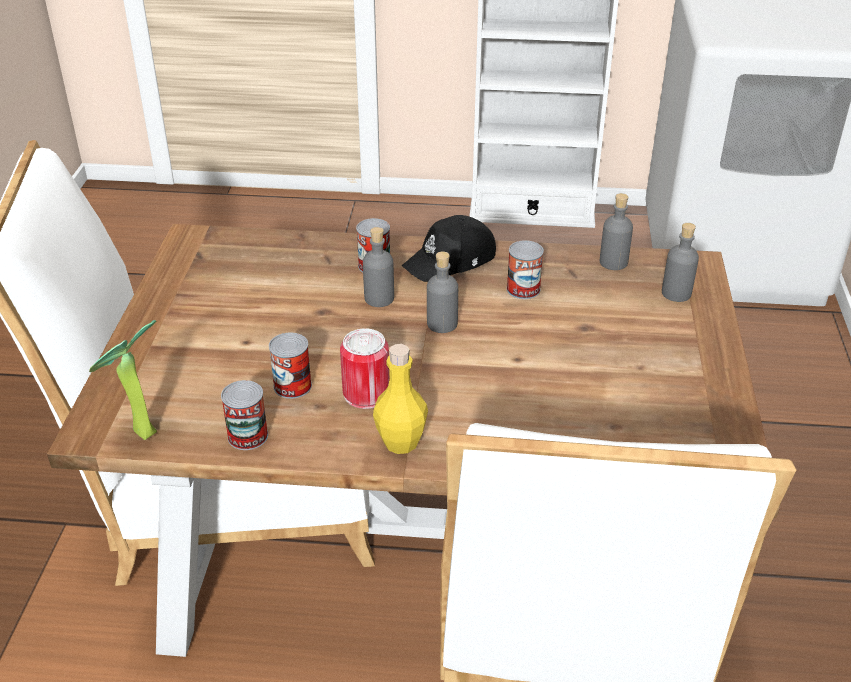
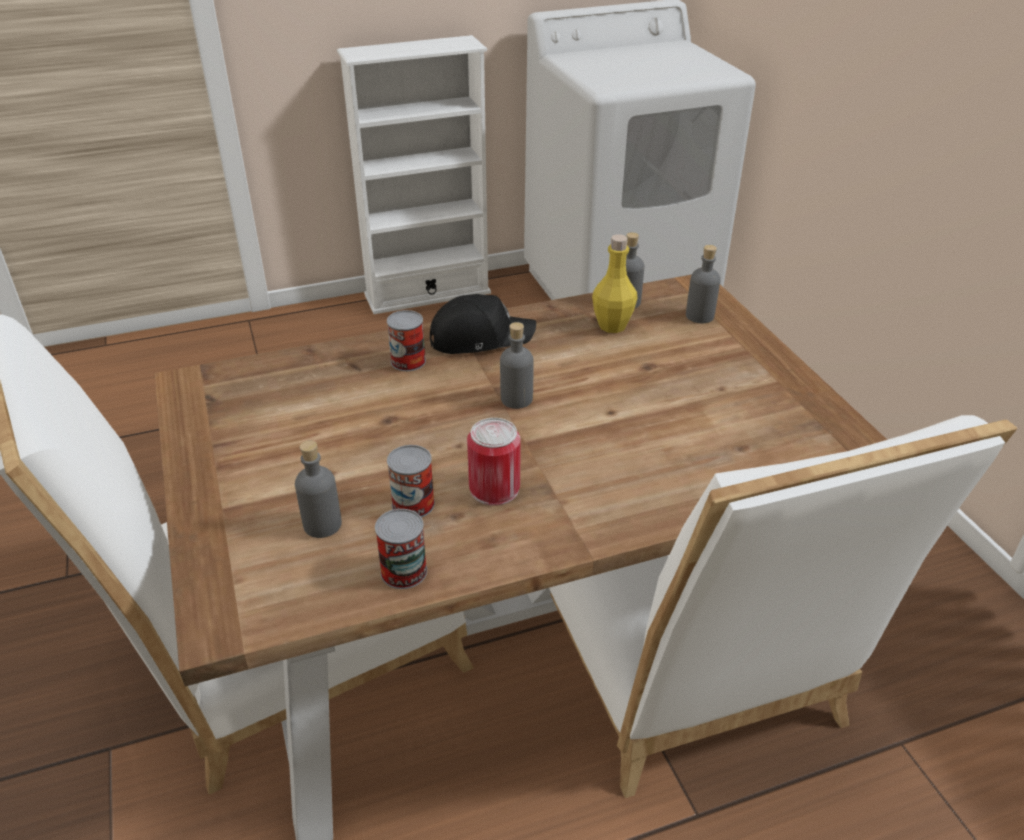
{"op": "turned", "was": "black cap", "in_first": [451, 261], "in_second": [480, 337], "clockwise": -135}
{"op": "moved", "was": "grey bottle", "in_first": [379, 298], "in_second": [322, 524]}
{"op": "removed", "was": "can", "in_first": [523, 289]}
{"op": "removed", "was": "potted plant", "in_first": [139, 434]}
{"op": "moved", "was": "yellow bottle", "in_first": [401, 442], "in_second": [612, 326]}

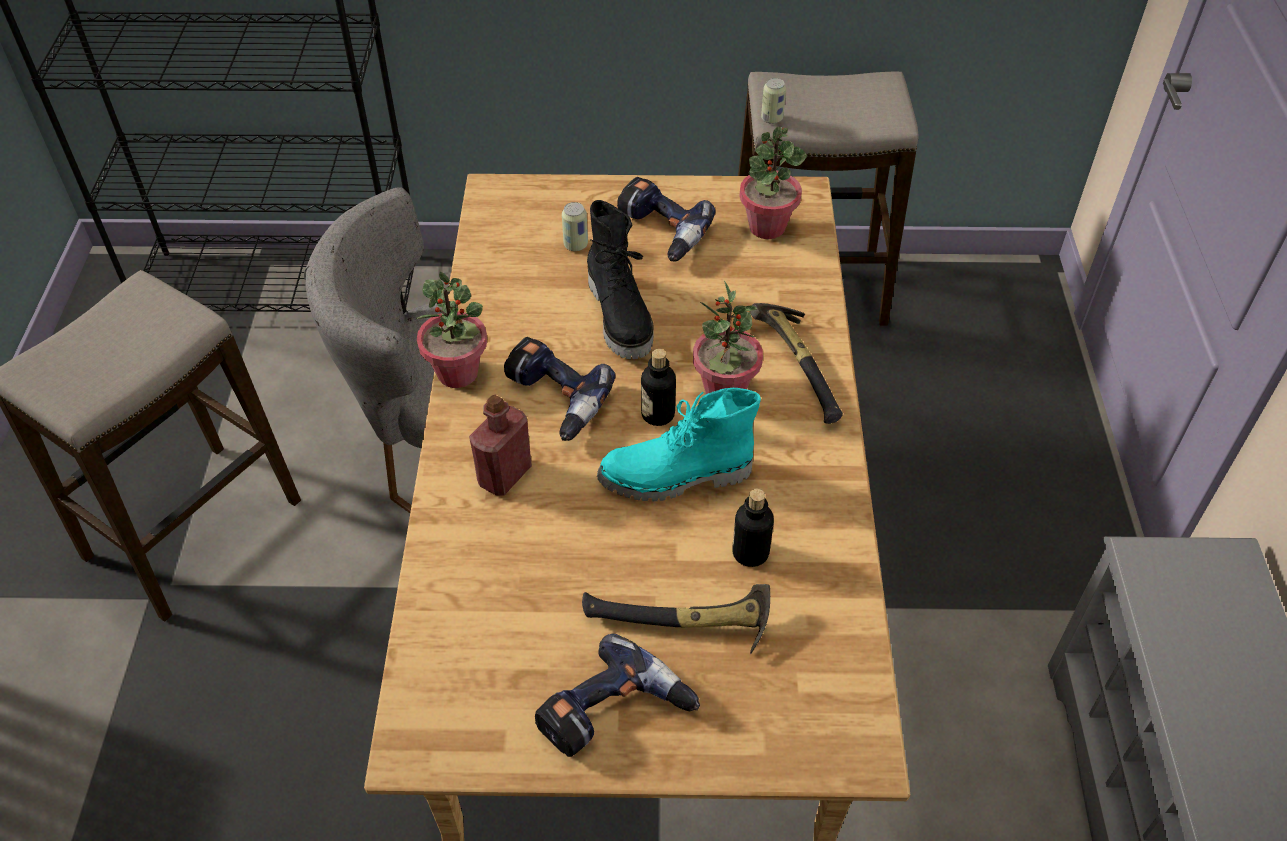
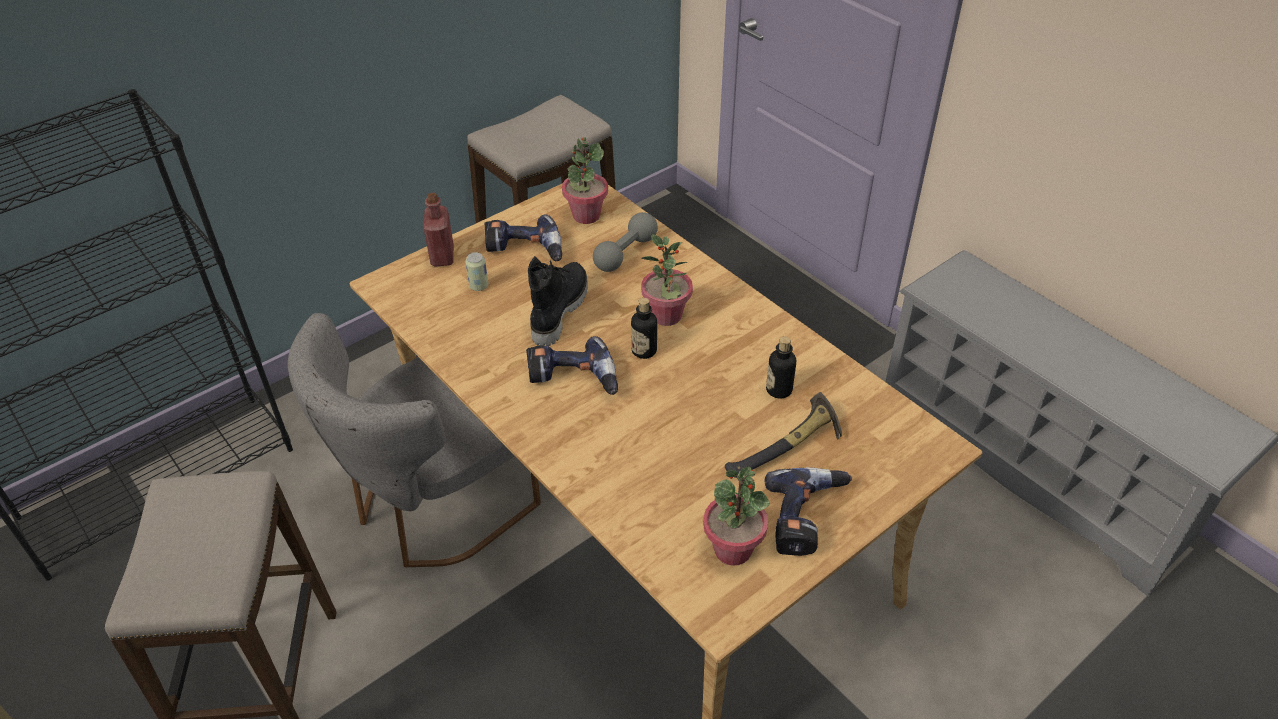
{"op": "removed", "was": "can", "in_first": [772, 118]}
{"op": "turned", "was": "black boot", "in_first": [621, 317], "in_second": [558, 311], "clockwise": -105}
{"op": "moved", "was": "potted plant", "in_first": [458, 373], "in_second": [733, 549]}
{"op": "removed", "was": "hammer", "in_first": [802, 367]}
{"op": "removed", "was": "turquoise boot", "in_first": [676, 478]}
{"op": "moved", "was": "red bottle", "in_first": [504, 475], "in_second": [442, 256]}
{"op": "added", "now": "grey dumbbell", "in_second": [625, 253]}

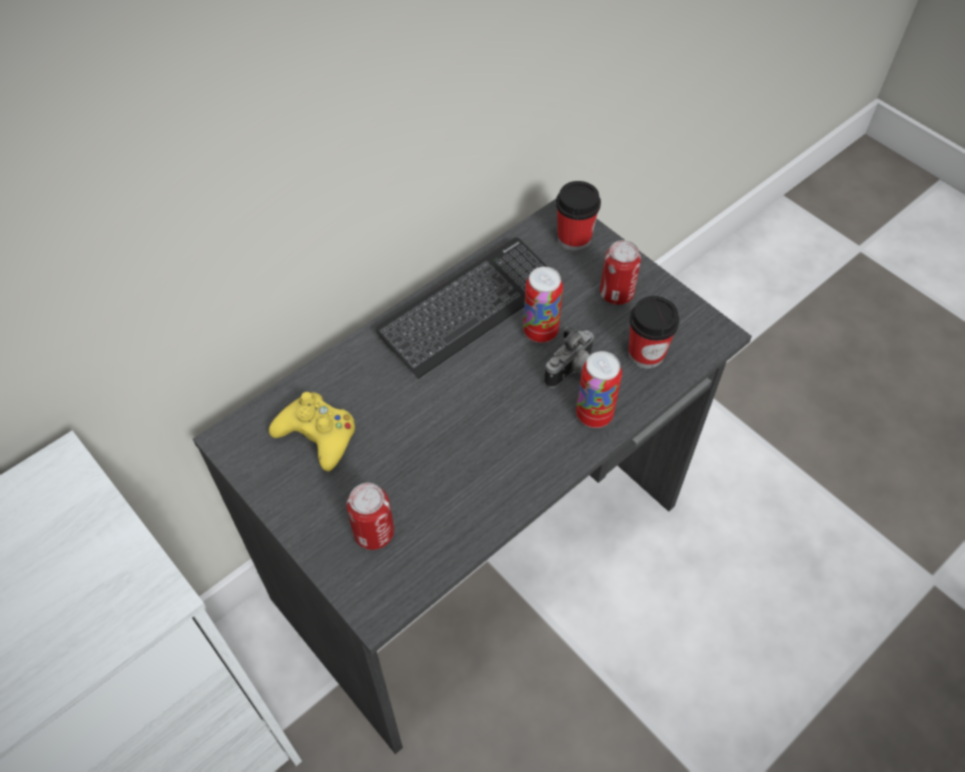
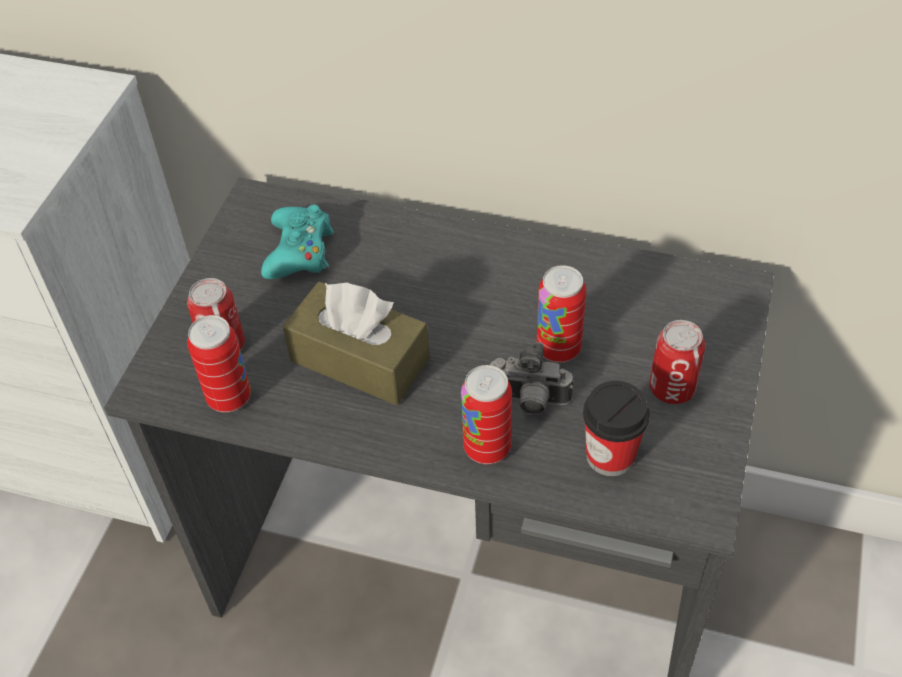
{"op": "removed", "was": "cup", "in_first": [574, 238]}
{"op": "removed", "was": "keyboard", "in_first": [469, 308]}
{"op": "recoloured", "was": "yellow game controller", "now": "turquoise game controller", "in_first": [318, 435], "in_second": [299, 251]}
{"op": "added", "now": "brown tissue box", "in_second": [359, 359]}
{"op": "added", "now": "can", "in_second": [229, 397]}

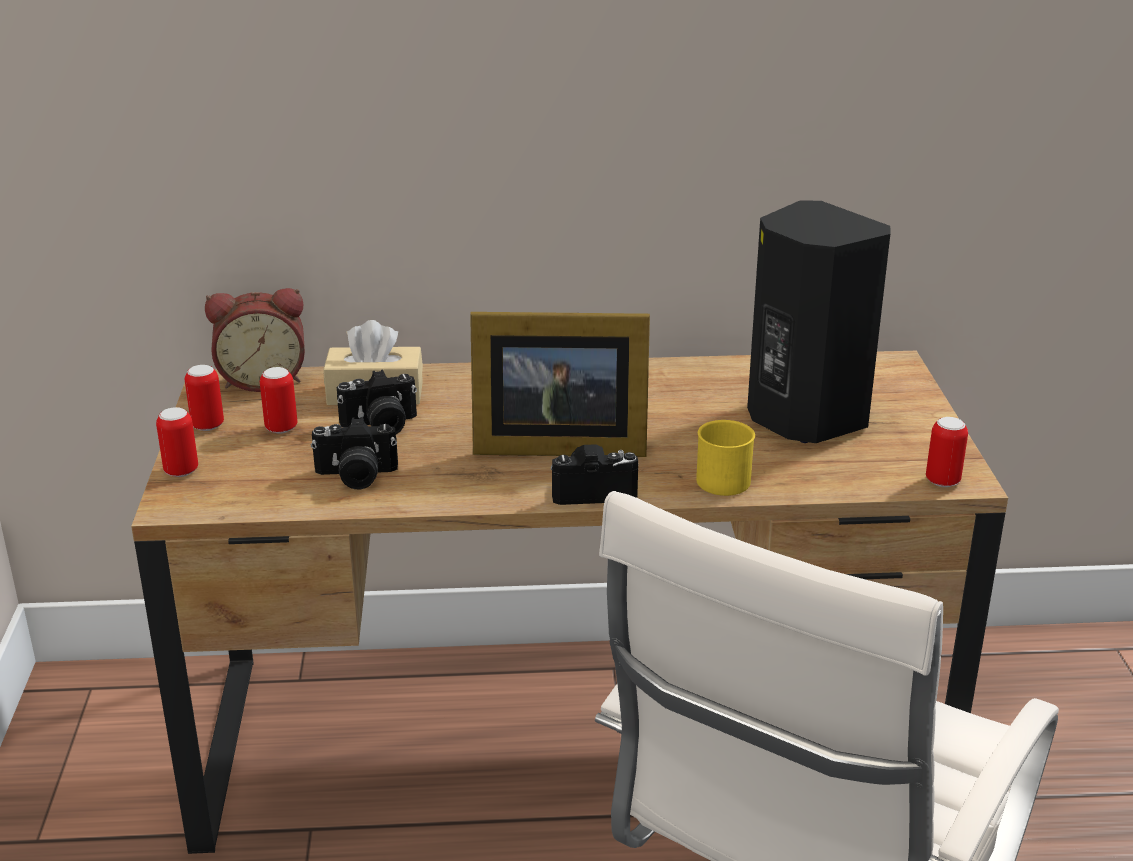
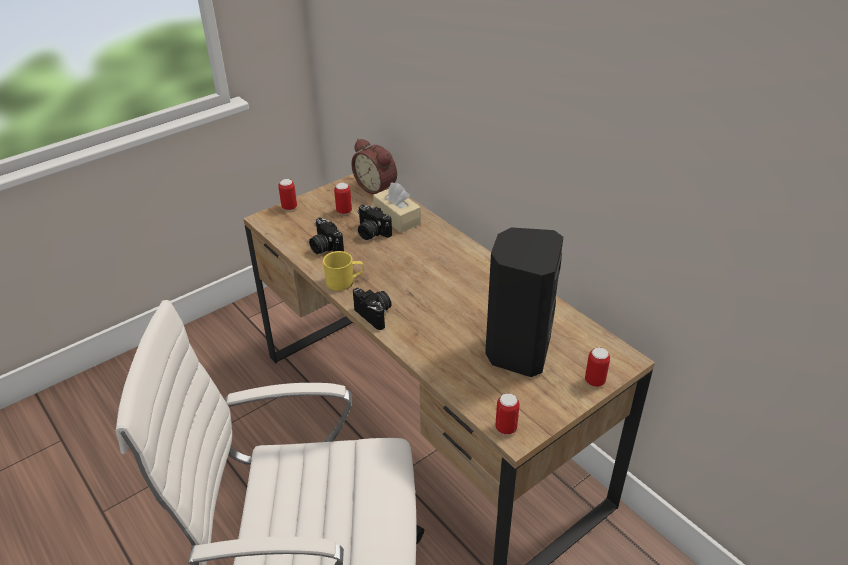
{"op": "removed", "was": "picture frame", "in_first": [554, 444]}
{"op": "moved", "was": "can", "in_first": [208, 425], "in_second": [594, 381]}
{"op": "moved", "was": "yellow mug", "in_first": [726, 477], "in_second": [344, 281]}

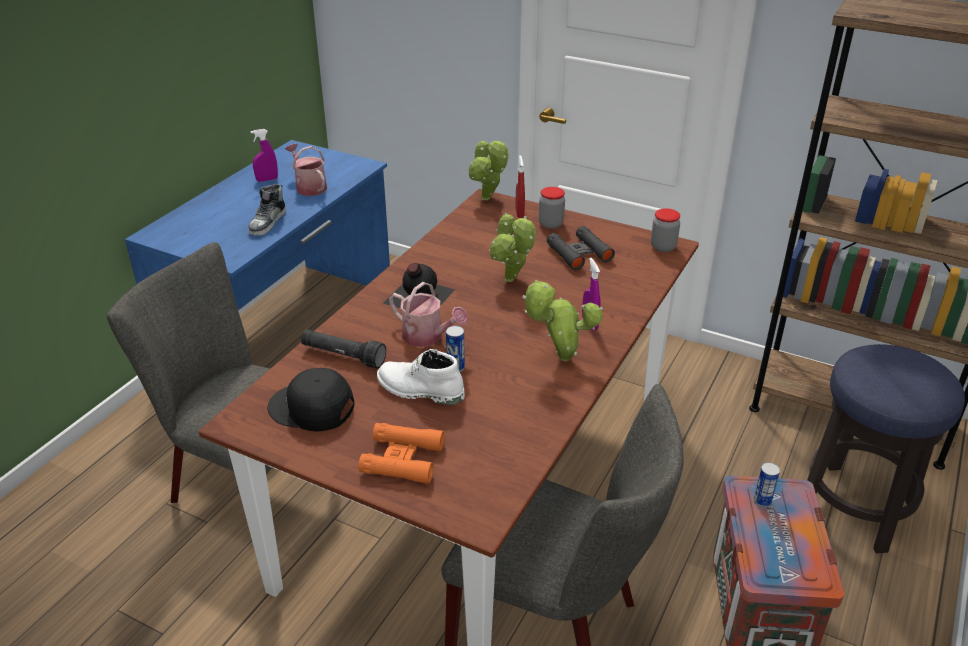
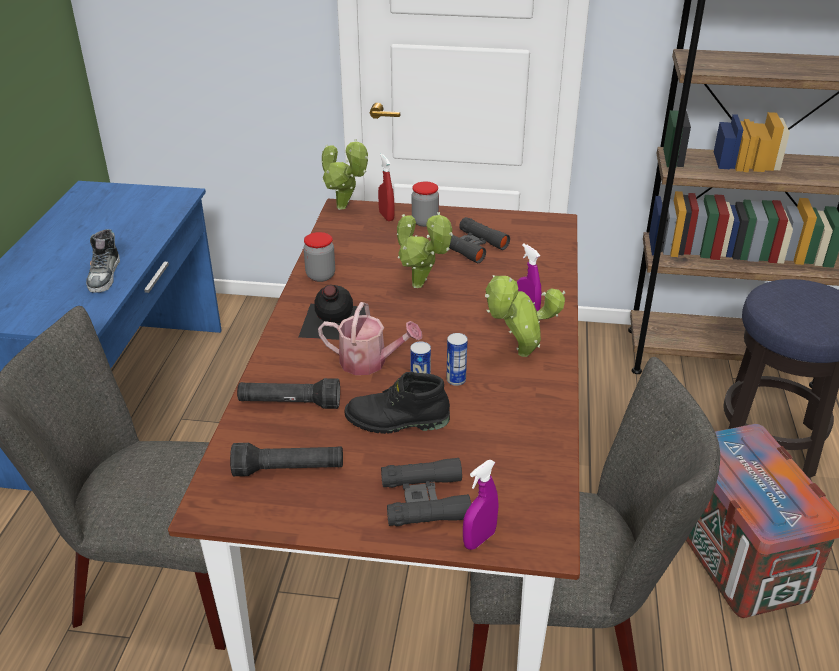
{"op": "moved", "was": "purple spray bottle", "in_first": [267, 180], "in_second": [479, 539]}
{"op": "removed", "was": "watering can", "in_first": [309, 187]}
{"op": "moved", "was": "jar", "in_first": [663, 247], "in_second": [320, 276]}
{"op": "recoloured", "was": "white boot", "now": "black boot", "in_first": [419, 390], "in_second": [396, 421]}
{"op": "replaced", "was": "black cap", "now": "black flashlight", "in_first": [311, 408], "in_second": [289, 470]}
{"op": "recoloured", "was": "orange binoculars", "now": "black binoculars", "in_first": [402, 459], "in_second": [425, 500]}
{"op": "moved", "was": "can", "in_first": [762, 501], "in_second": [456, 380]}

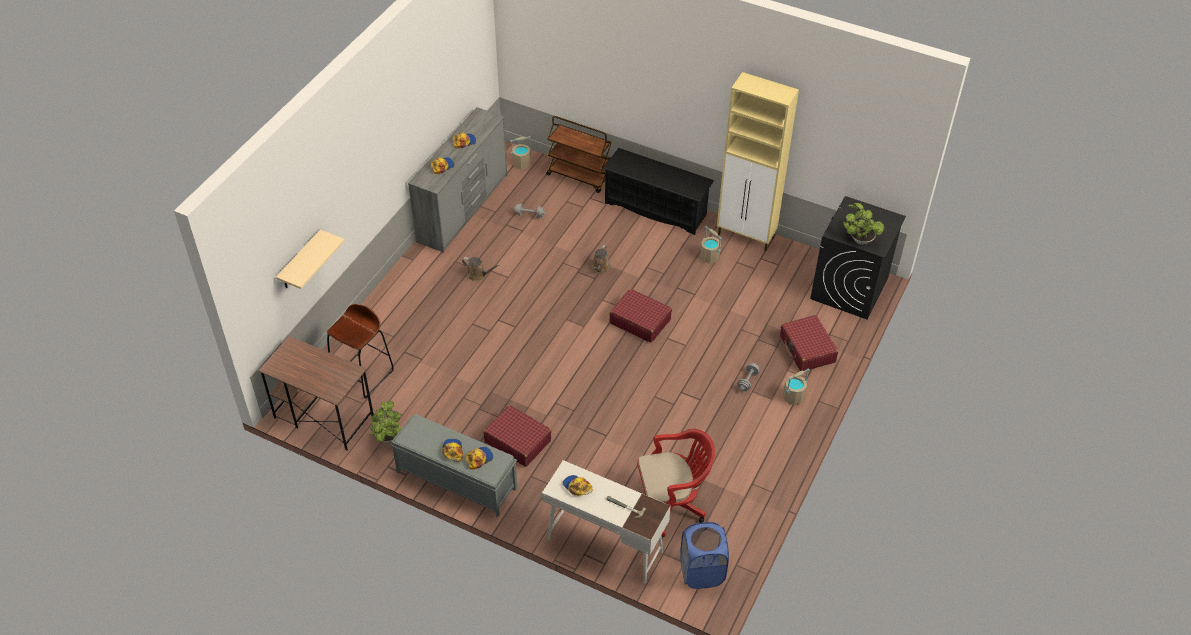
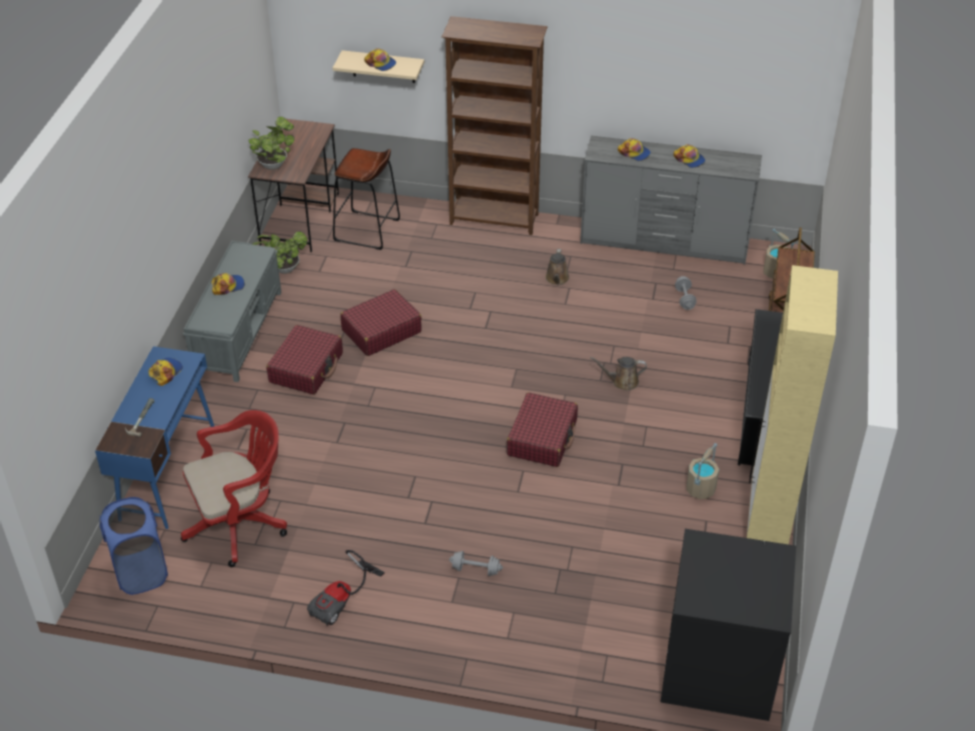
{"op": "moved", "was": "potted plant", "in_first": [860, 239], "in_second": [274, 164]}
{"op": "moved", "was": "red suitcase", "in_first": [807, 349], "in_second": [381, 331]}
{"op": "removed", "was": "beige bucket", "in_first": [793, 397]}
{"op": "turned", "was": "red office chair", "in_first": [671, 504], "in_second": [241, 524], "clockwise": -90}
{"op": "moved", "was": "cap", "in_first": [479, 458], "in_second": [380, 63]}
{"op": "recoloured", "was": "white desk", "now": "blue desk", "in_first": [604, 545], "in_second": [168, 473]}
{"op": "added", "now": "brown bookcase", "in_second": [494, 220]}
{"op": "added", "now": "vacuum cleaner", "in_second": [343, 601]}

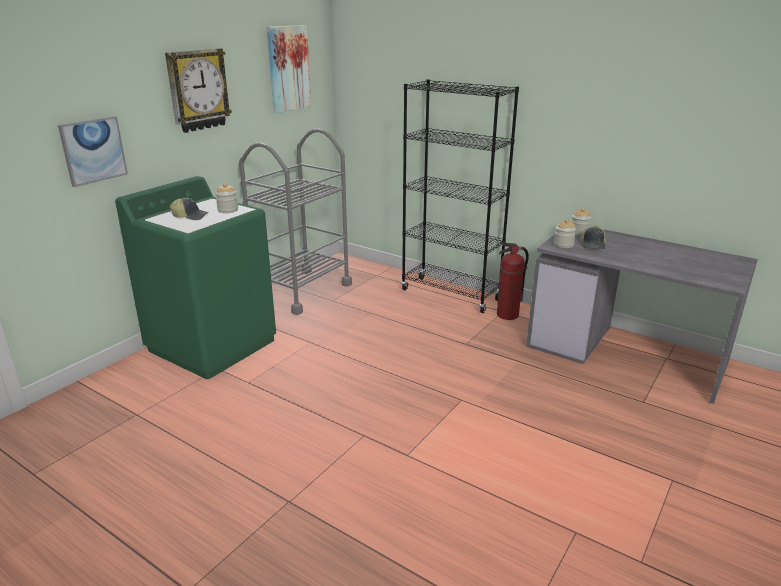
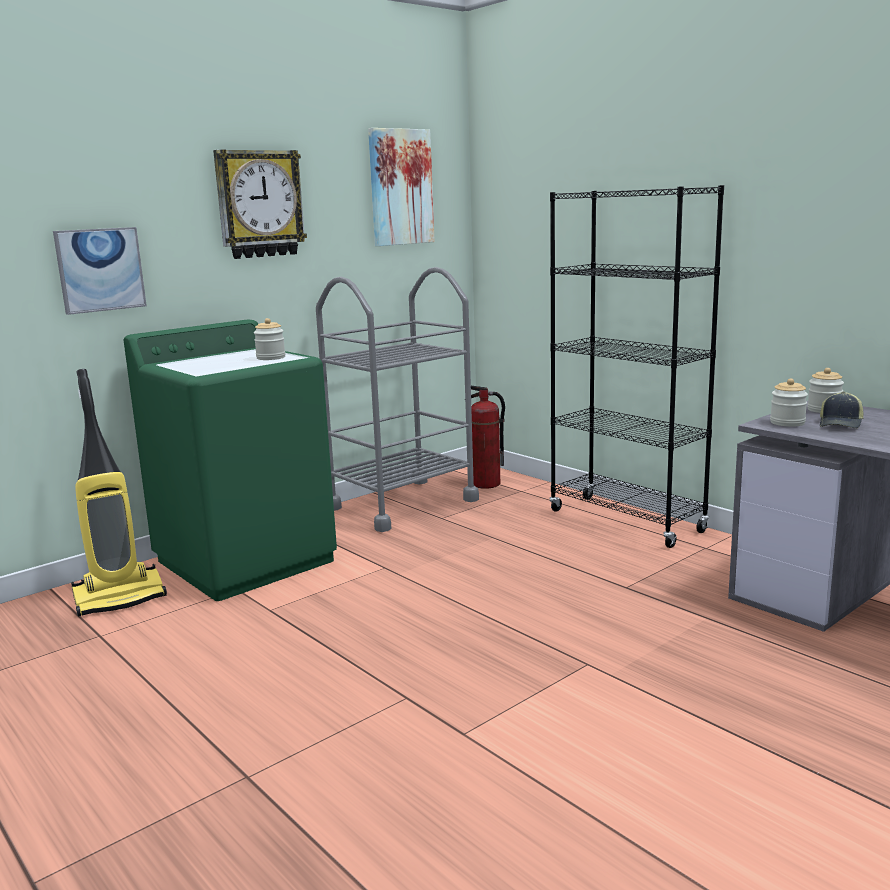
{"op": "removed", "was": "cap", "in_first": [190, 216]}
{"op": "moved", "was": "fire extinguisher", "in_first": [507, 315], "in_second": [486, 484]}
{"op": "added", "now": "vacuum cleaner", "in_second": [120, 597]}

